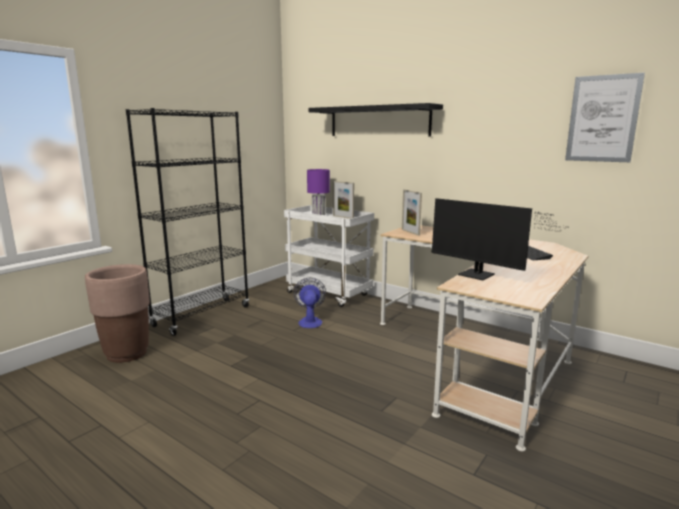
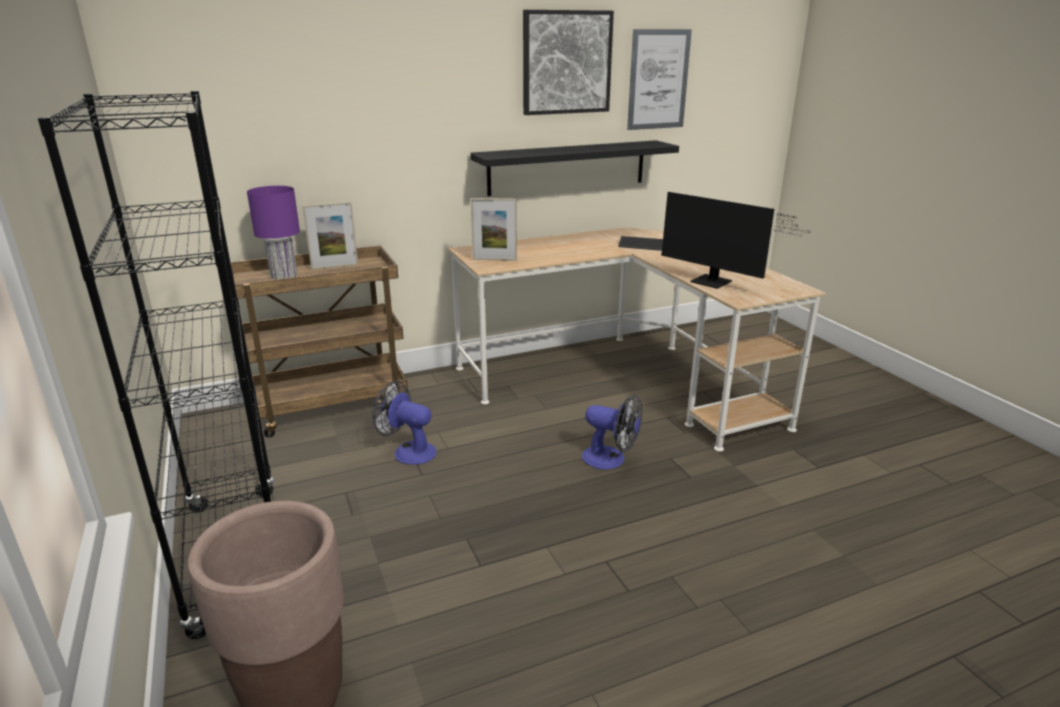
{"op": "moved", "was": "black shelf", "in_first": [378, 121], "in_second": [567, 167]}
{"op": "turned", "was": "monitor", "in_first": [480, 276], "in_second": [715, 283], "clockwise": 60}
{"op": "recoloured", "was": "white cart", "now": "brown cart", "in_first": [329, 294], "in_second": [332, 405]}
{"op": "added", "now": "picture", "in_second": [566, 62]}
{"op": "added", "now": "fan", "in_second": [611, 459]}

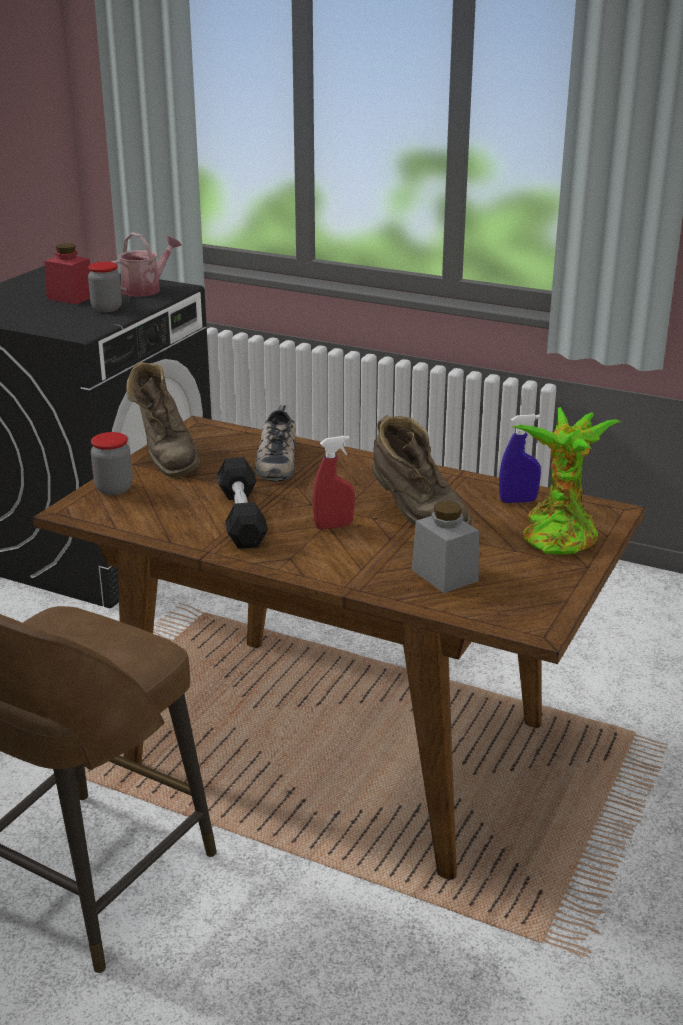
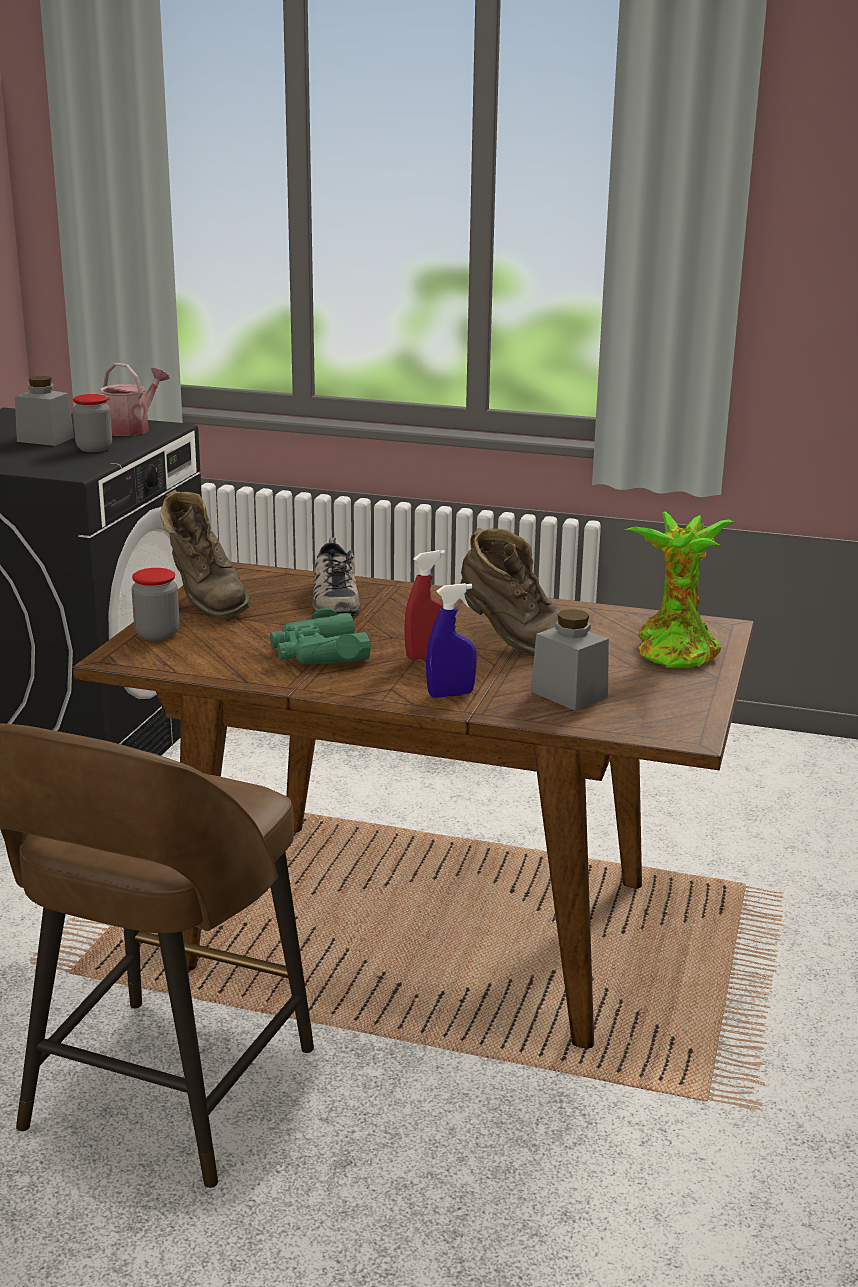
{"op": "recoloured", "was": "red jar", "now": "grey jar", "in_first": [71, 297], "in_second": [45, 439]}
{"op": "moved", "was": "blue spray bottle", "in_first": [518, 501], "in_second": [450, 694]}
{"op": "replaced", "was": "black dumbbell", "now": "green binoculars", "in_first": [241, 517], "in_second": [318, 653]}

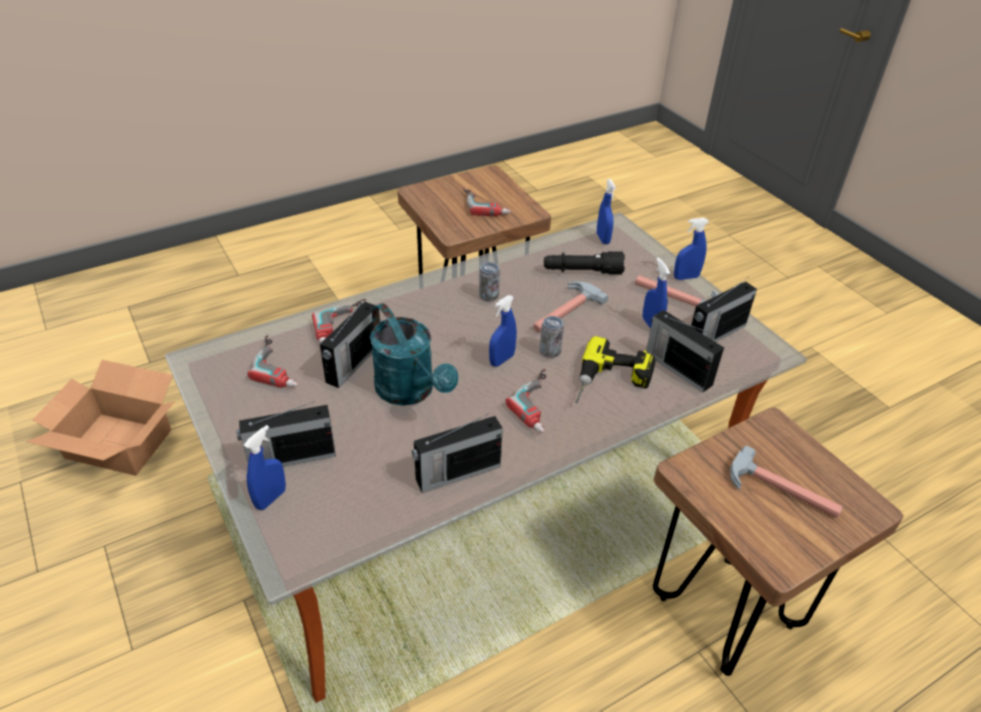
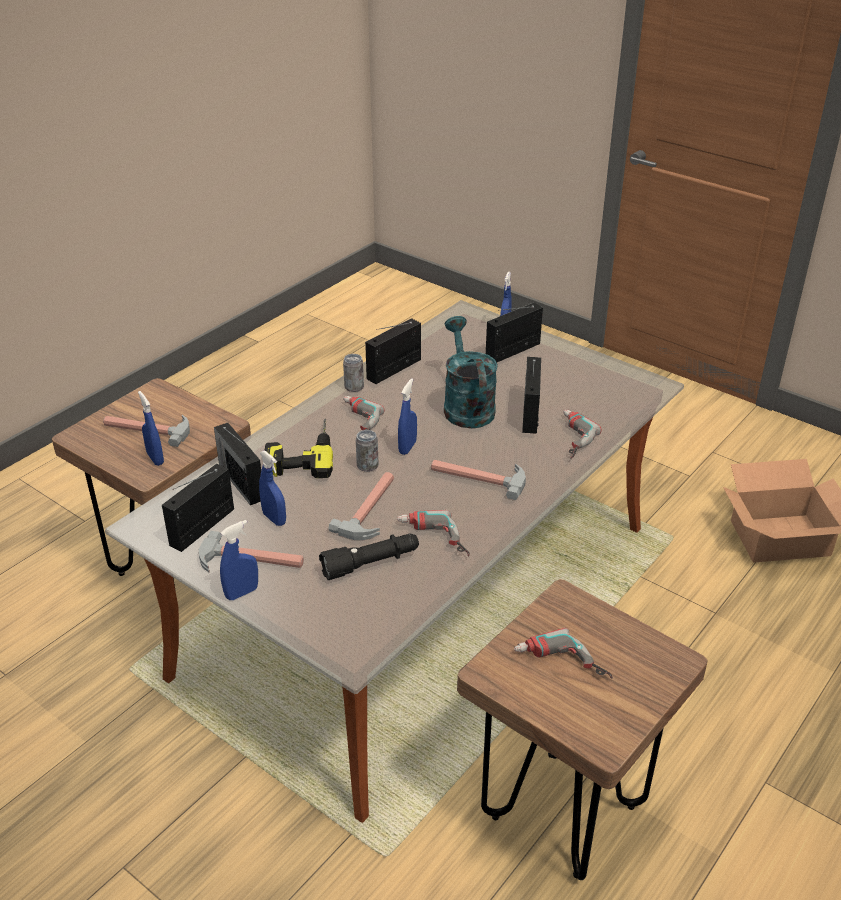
{"op": "moved", "was": "blue spray bottle", "in_first": [603, 238], "in_second": [155, 458]}
{"op": "moved", "was": "can", "in_first": [488, 296], "in_second": [354, 387]}
{"op": "turned", "was": "turquoise watering can", "in_first": [411, 391], "in_second": [466, 405], "clockwise": 45}
{"op": "turned", "was": "radio", "in_first": [677, 368], "in_second": [241, 482], "clockwise": -150}
{"op": "moved", "was": "power drill", "in_first": [281, 365], "in_second": [432, 540]}
{"op": "added", "now": "hammer", "in_second": [478, 477]}

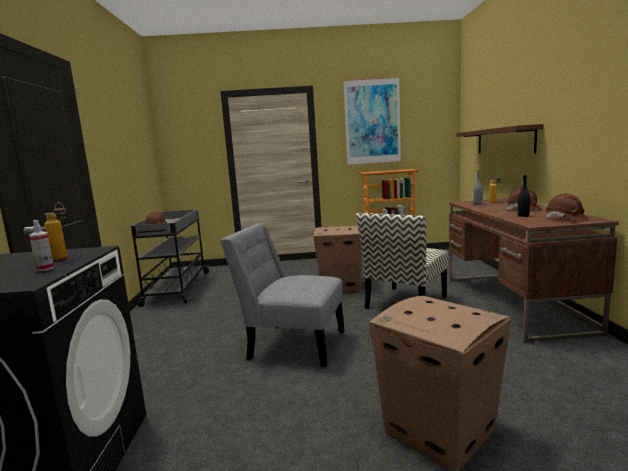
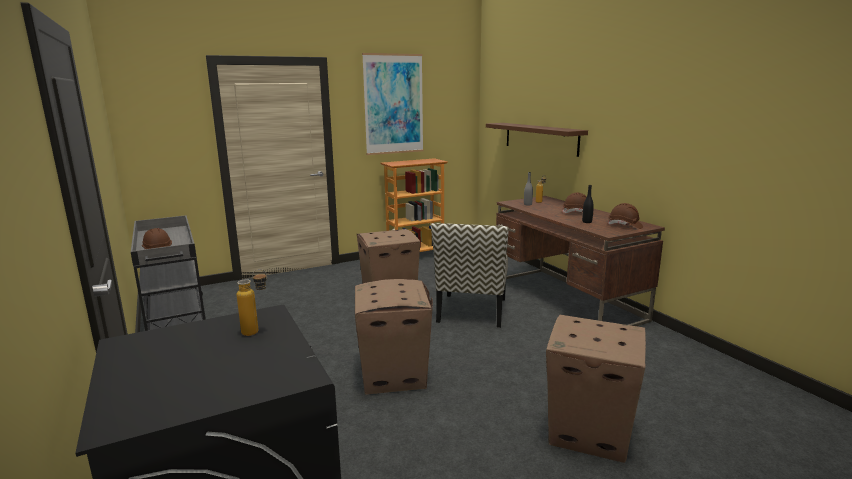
{"op": "removed", "was": "spray bottle", "in_first": [45, 269]}
{"op": "replaced", "was": "grey chair", "now": "cardboard box", "in_first": [292, 344], "in_second": [394, 375]}

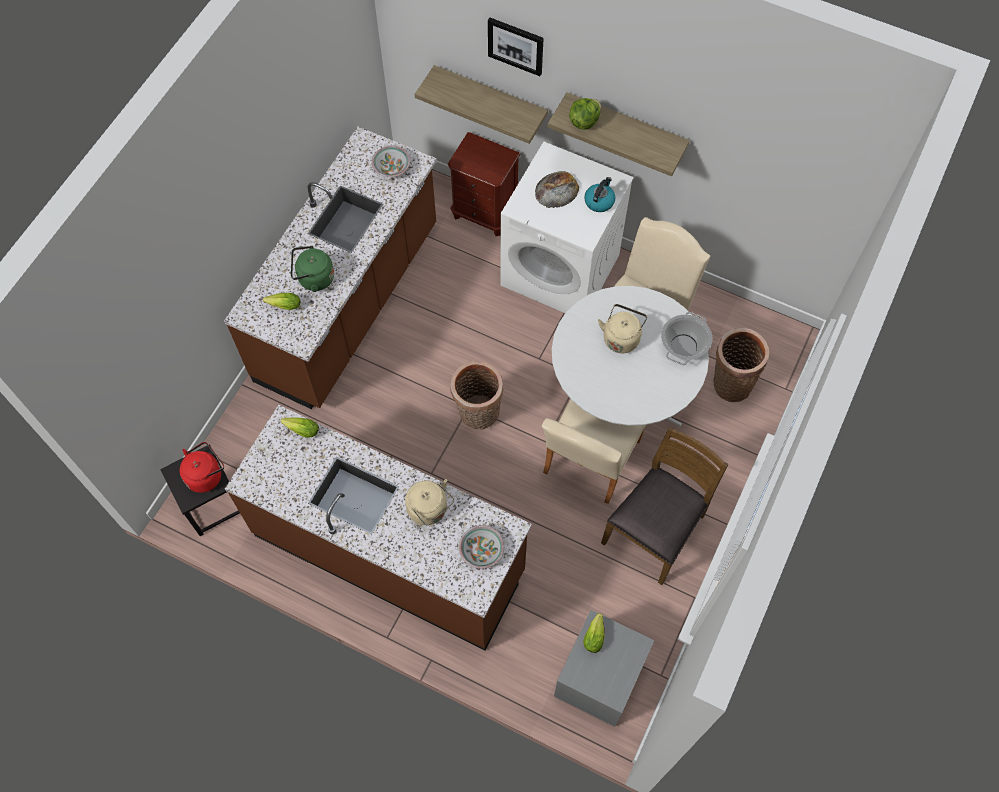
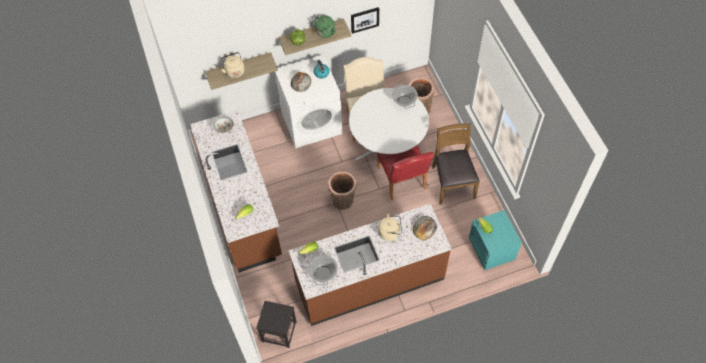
{"op": "moved", "was": "picture", "in_first": [516, 45], "in_second": [364, 19]}
{"op": "removed", "was": "brown nightstand", "in_first": [484, 213]}
{"op": "moved", "was": "green kettle", "in_first": [313, 278], "in_second": [324, 33]}
{"op": "moved", "was": "beige kettle", "in_first": [621, 337], "in_second": [234, 71]}
{"op": "recoloured", "was": "beige chair", "now": "red chair", "in_first": [588, 462], "in_second": [402, 181]}
{"op": "removed", "was": "red kettle", "in_first": [206, 475]}
{"op": "replaced", "was": "bowl", "now": "bread", "in_first": [482, 550], "in_second": [424, 228]}
{"op": "recoloured", "was": "grey nightstand", "now": "turquoise nightstand", "in_first": [600, 678], "in_second": [492, 249]}
{"op": "added", "now": "cooking pot", "in_second": [323, 273]}

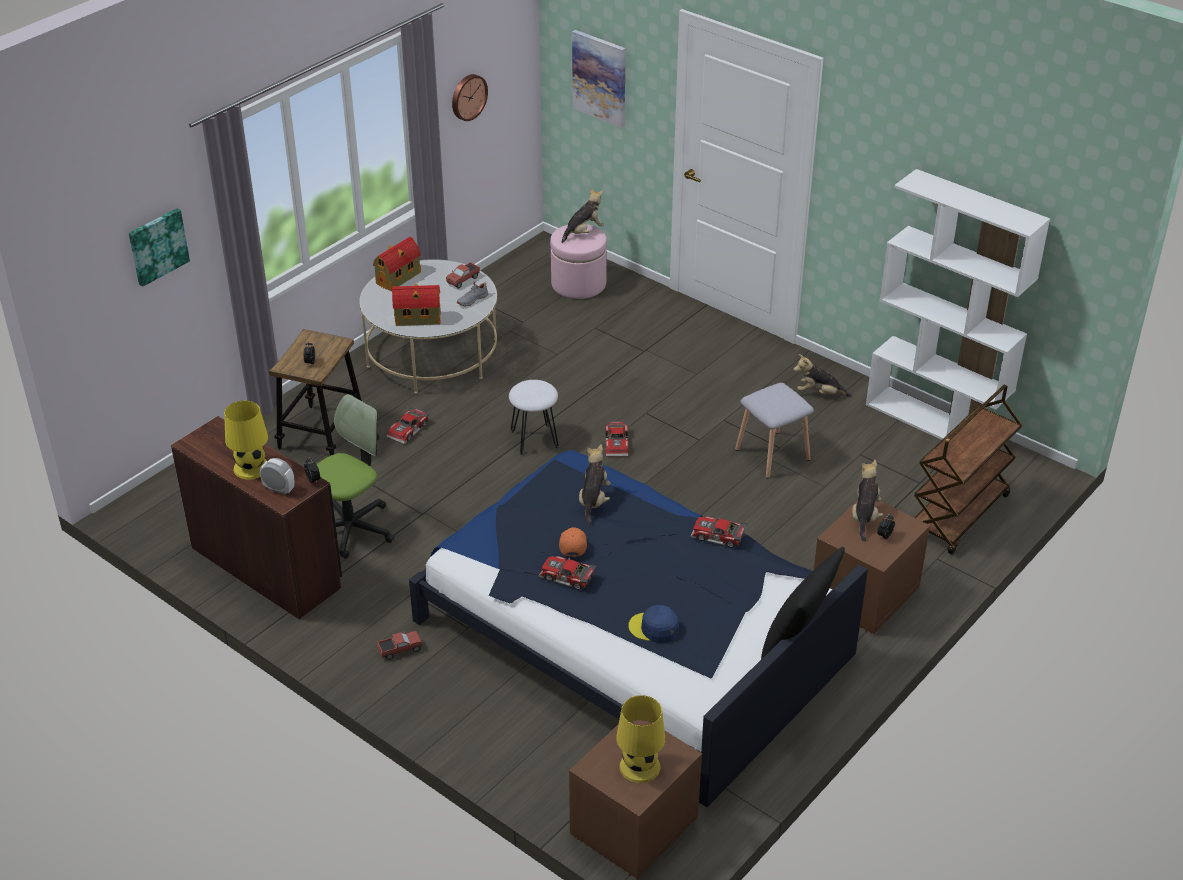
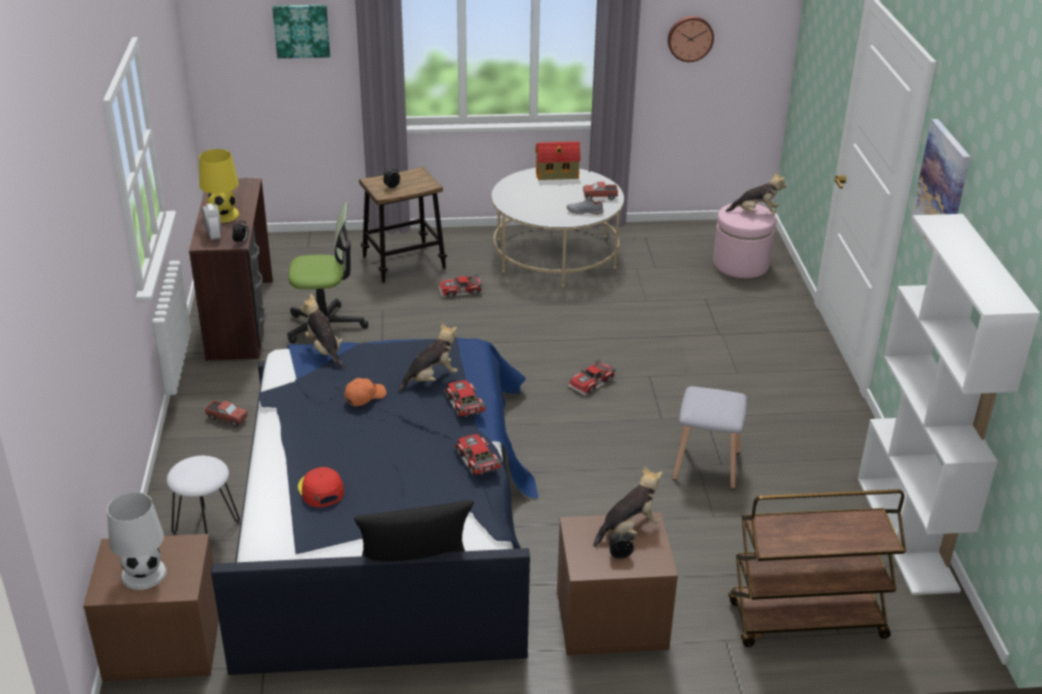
{"op": "moved", "was": "picture", "in_first": [600, 78], "in_second": [942, 190]}
{"op": "removed", "was": "toy house", "in_first": [419, 319]}
{"op": "moved", "was": "plush toy", "in_first": [819, 393], "in_second": [325, 351]}
{"op": "moved", "was": "white stool", "in_first": [534, 439], "in_second": [207, 527]}
{"op": "moved", "was": "toy car", "in_first": [566, 578], "in_second": [463, 404]}
{"op": "recoloured", "was": "blue cap", "now": "red cap", "in_first": [654, 628], "in_second": [320, 490]}
{"op": "recoloured", "was": "yellow table lamp", "now": "white table lamp", "in_first": [640, 766], "in_second": [144, 574]}

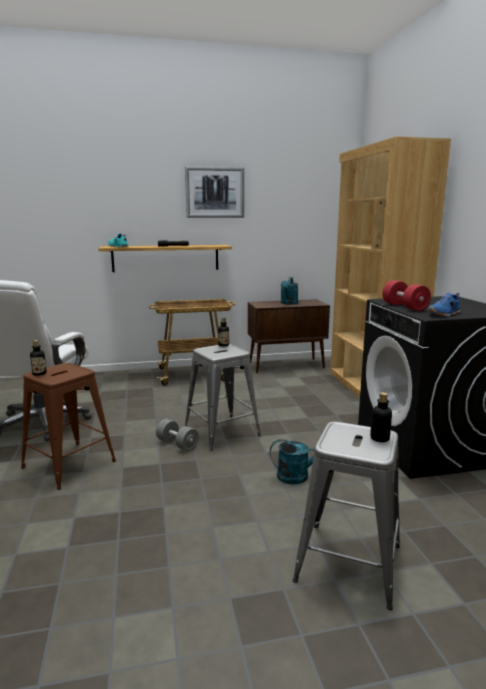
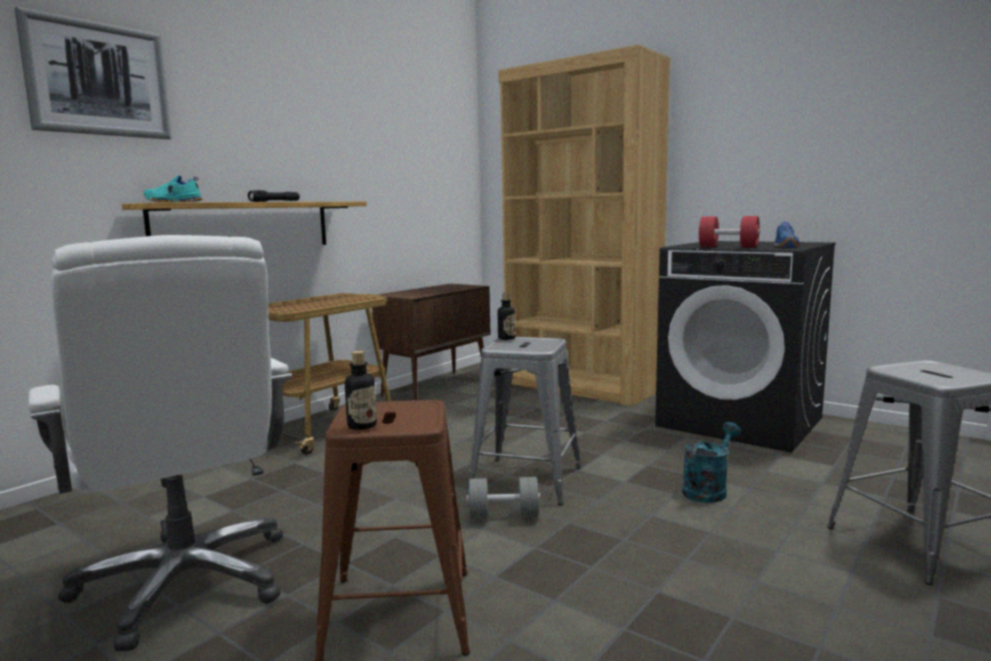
{"op": "moved", "was": "picture", "in_first": [215, 192], "in_second": [98, 79]}
{"op": "removed", "was": "turquoise watering can", "in_first": [288, 303]}
{"op": "removed", "was": "bottle", "in_first": [379, 438]}

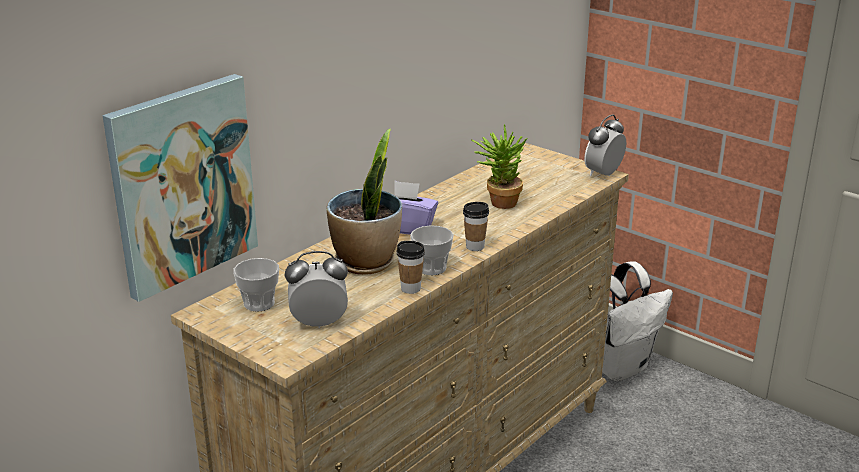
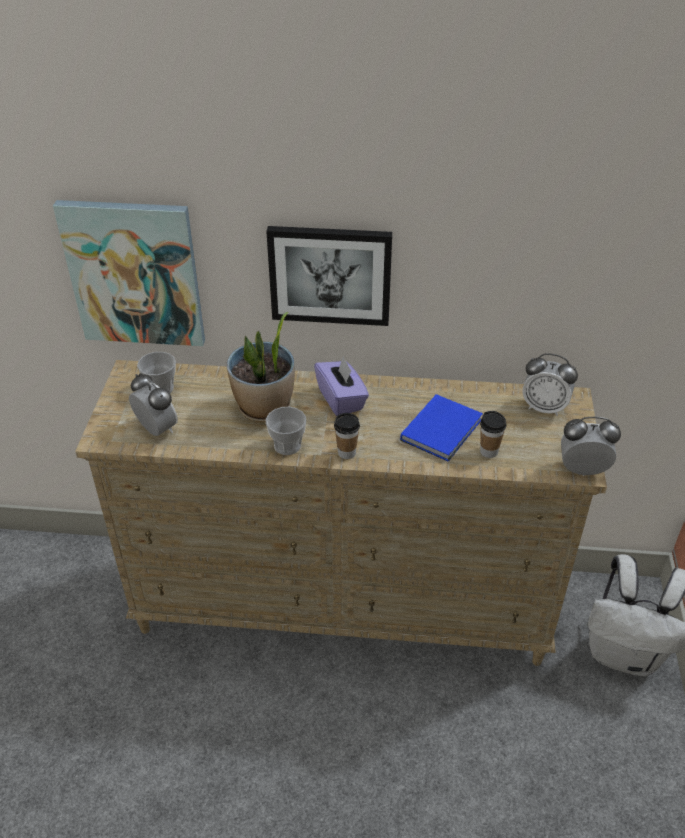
{"op": "replaced", "was": "potted plant", "now": "blue book", "in_first": [498, 202], "in_second": [443, 429]}
{"op": "moved", "was": "cup", "in_first": [410, 288], "in_second": [489, 451]}
{"op": "added", "now": "picture", "in_second": [330, 274]}
{"op": "added", "now": "alarm clock", "in_second": [544, 407]}

